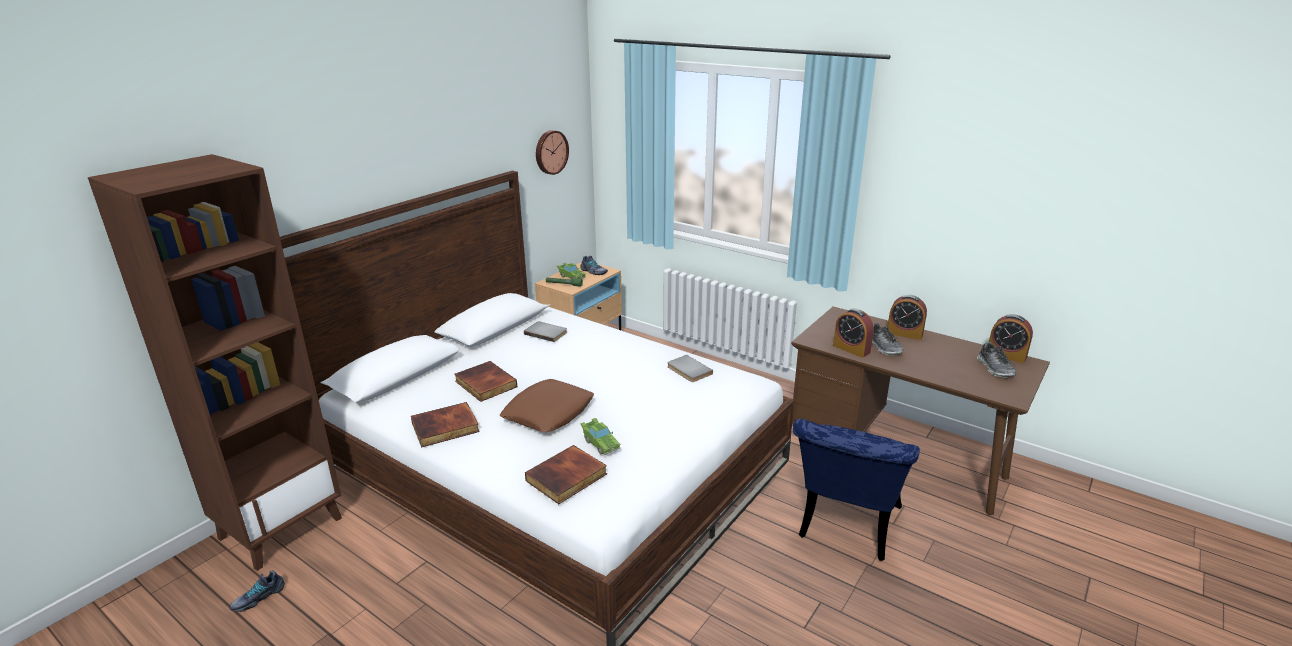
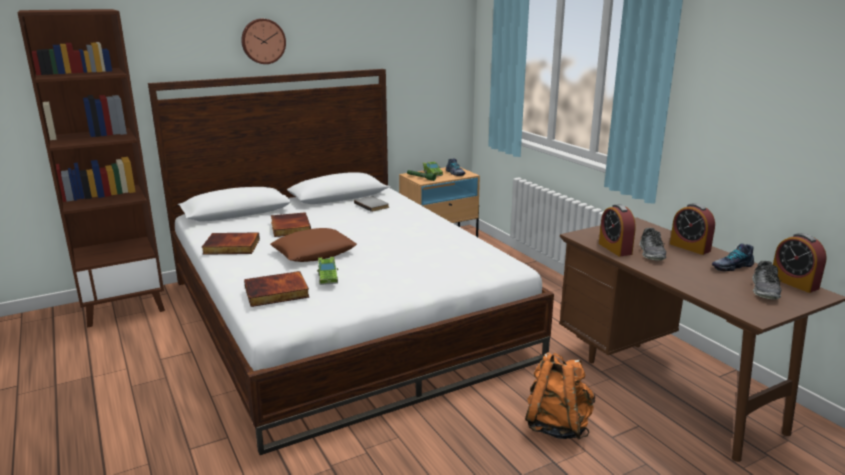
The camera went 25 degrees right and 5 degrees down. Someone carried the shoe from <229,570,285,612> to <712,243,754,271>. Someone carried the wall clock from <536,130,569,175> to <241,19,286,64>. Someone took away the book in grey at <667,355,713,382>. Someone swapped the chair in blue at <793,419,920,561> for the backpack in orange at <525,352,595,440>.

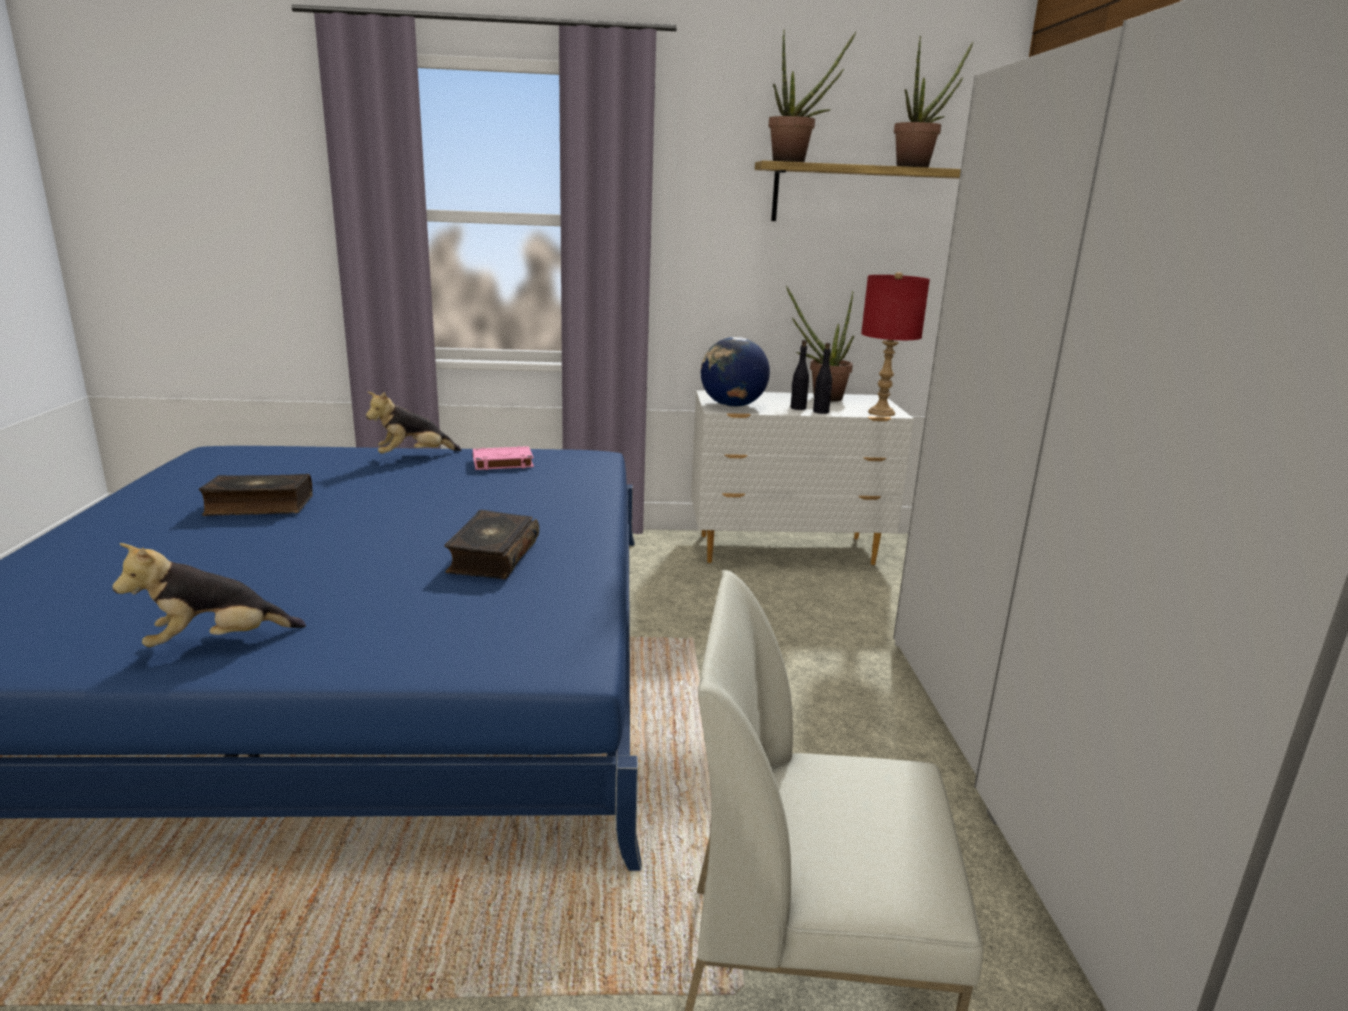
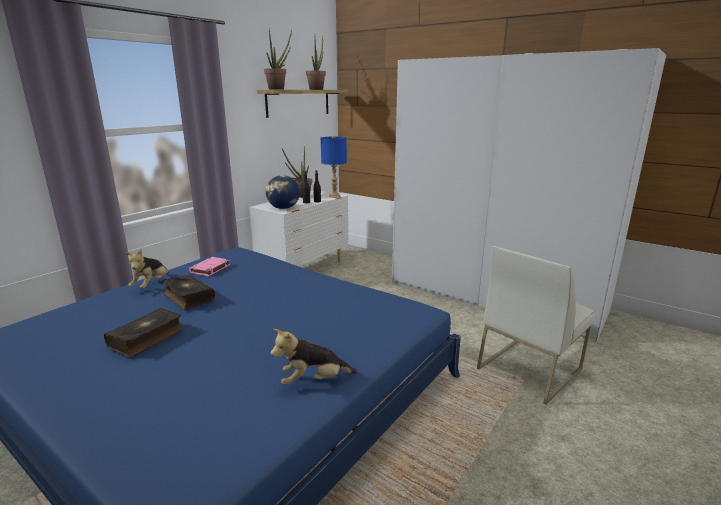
The camera went 50 degrees left and 0 degrees up. Someone rotated the plush toy at <112,543,306,647> by 60 degrees clockwise. Someone carried the book from <444,510,539,579> to <162,274,215,310>. Someone repainted the table lamp in red at <861,272,930,416>, which became the table lamp in blue at <321,135,347,198>.

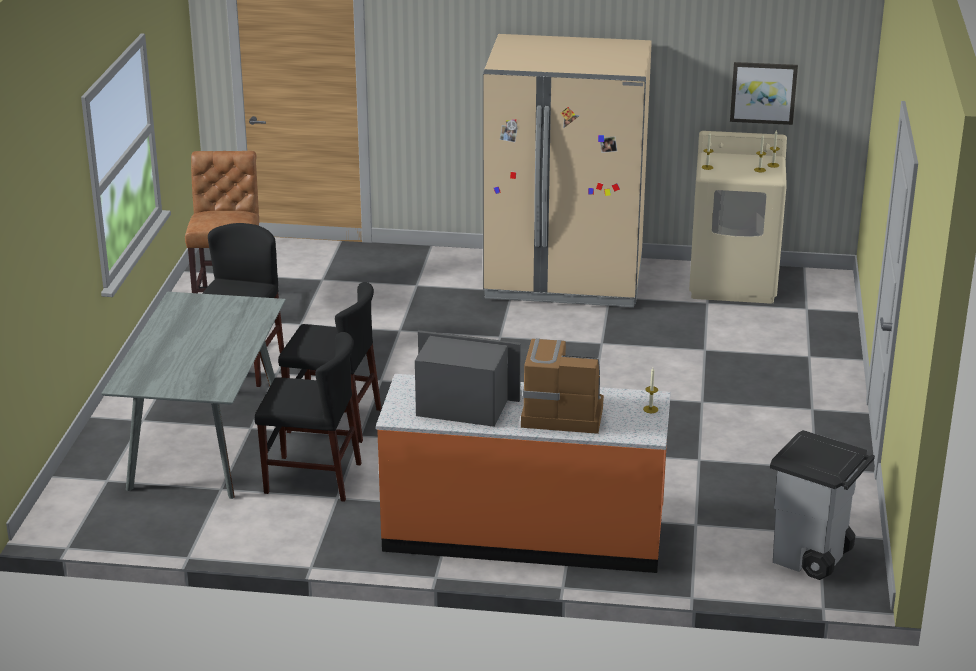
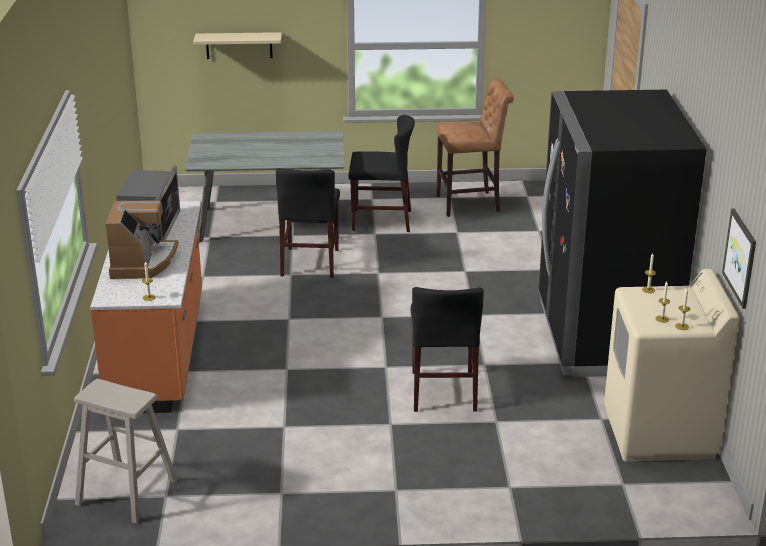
The camera went 80 degrees right and 0 degrees up. Someone carried the chair in black from <255,332,361,502> to <411,287,484,412>. Someone repainted the fridge in beige at <483,34,652,307>, which became the fridge in black at <538,90,707,377>. Someone swapped the trash can in grey at <770,430,875,580> for the stool in beige at <74,379,177,524>. Someone put up the shelf in beige at <193,32,282,59>.

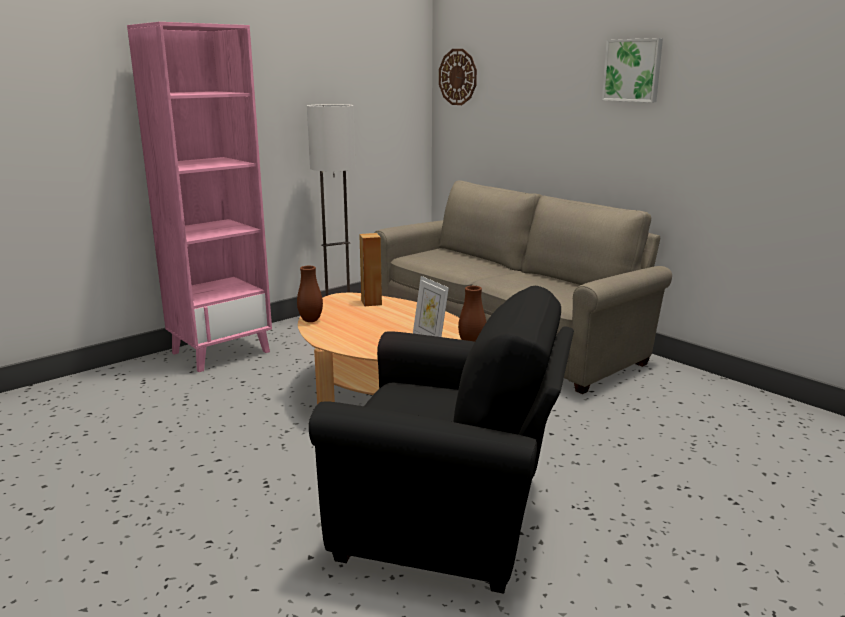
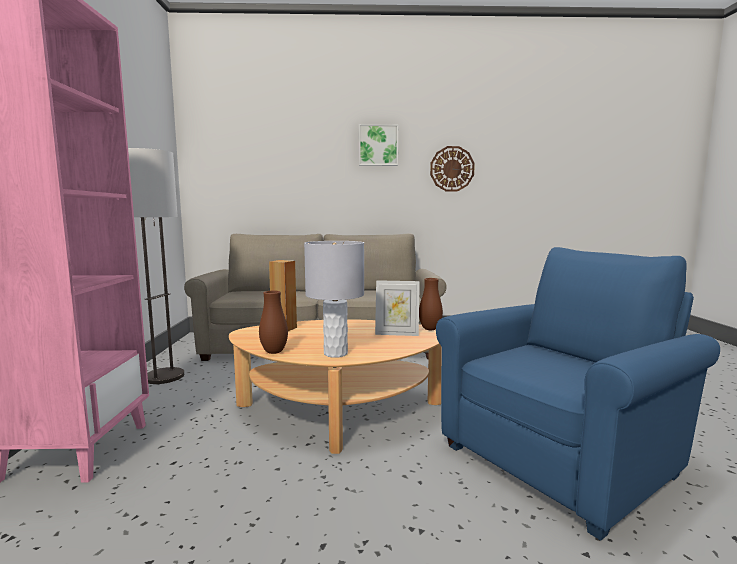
The camera went 50 degrees left and 10 degrees down. Someone repainted the armchair in black at <309,286,574,594>, which became the armchair in blue at <436,247,720,541>. Someone carried the wall clock from <439,49,477,105> to <430,146,475,192>. Someone put down the table lamp in grey at <304,241,364,358>.

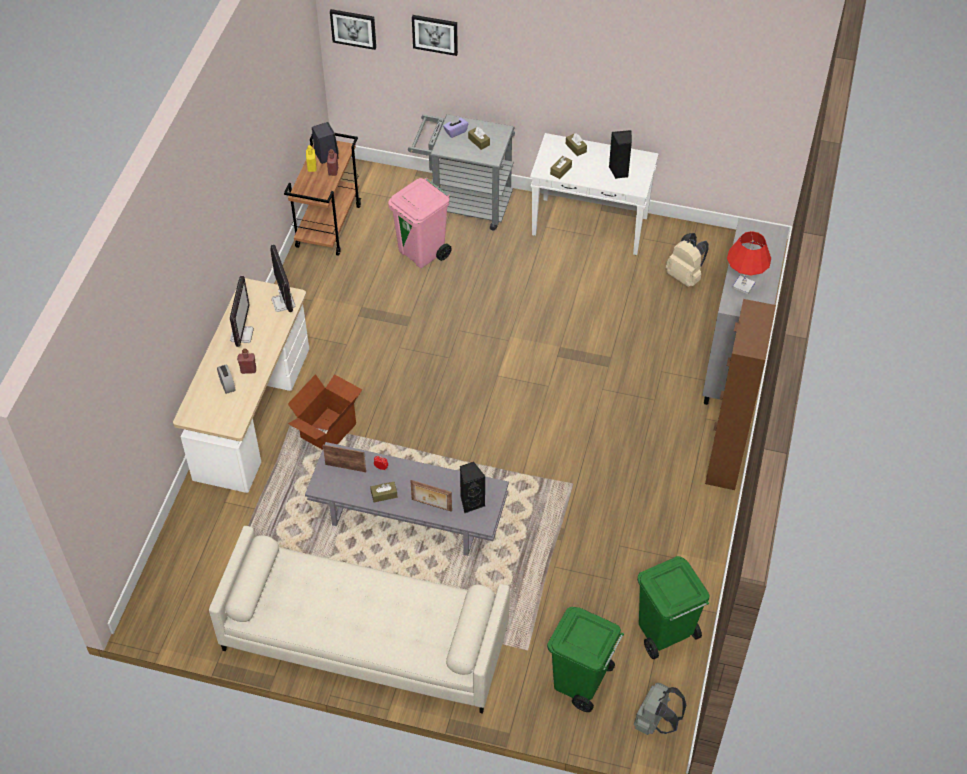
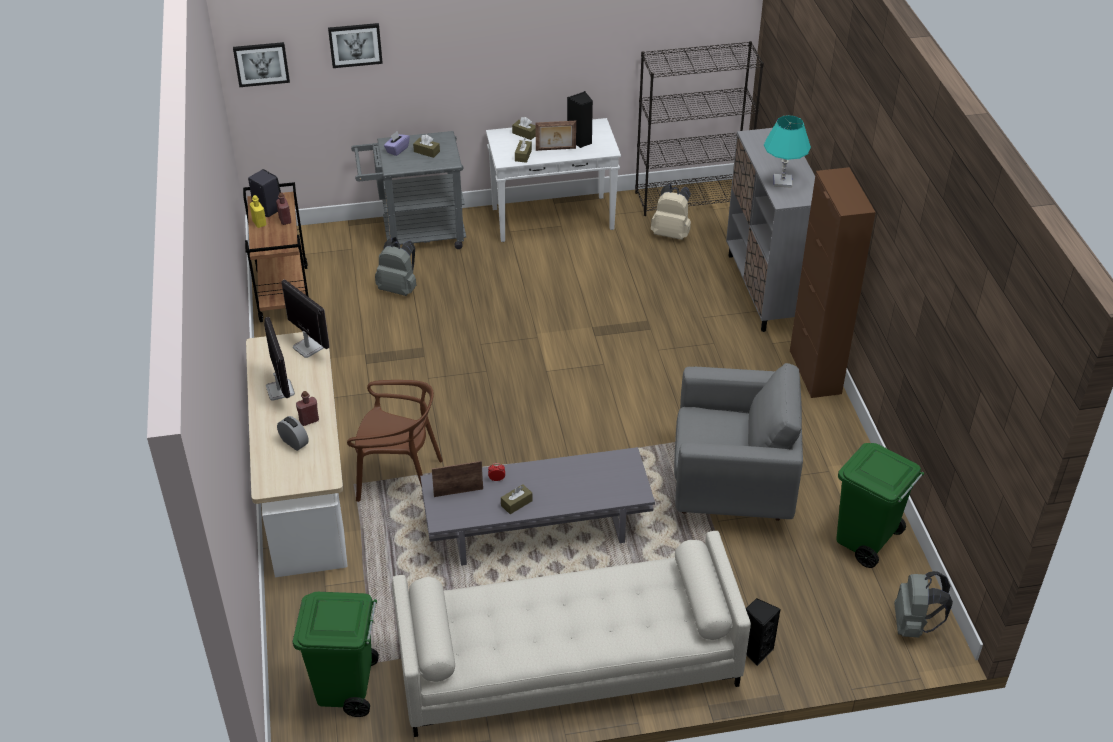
The camera went 25 degrees left and 10 degrees down. Someone swapped the cardboard box at <288,374,362,450> for the chair in brown at <347,380,443,502>. Someone swapped the trash can in pink at <388,178,452,268> for the backpack in grey at <375,237,417,296>. Someone carried the picture frame from <410,480,452,512> to <535,121,576,151>. Someone carried the speaker in black from <460,462,486,513> to <746,598,781,666>. Someone carried the trash can in green from <547,607,624,712> to <293,592,379,717>. Someone repainted the table lamp in red at <727,231,771,295>, which became the table lamp in turquoise at <764,115,811,188>. Someone put down the bookcase in black at <635,41,764,216>. Someone put down the armchair in grey at <674,363,803,521>.

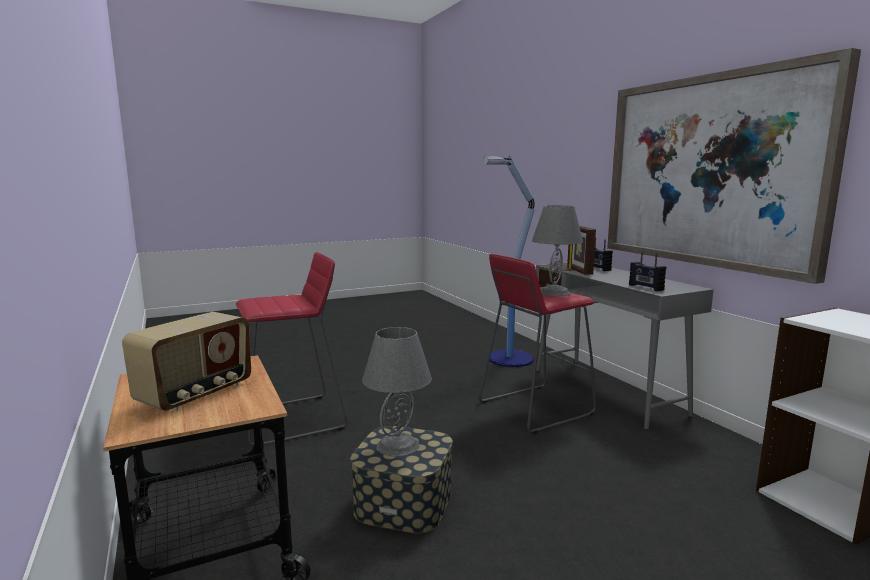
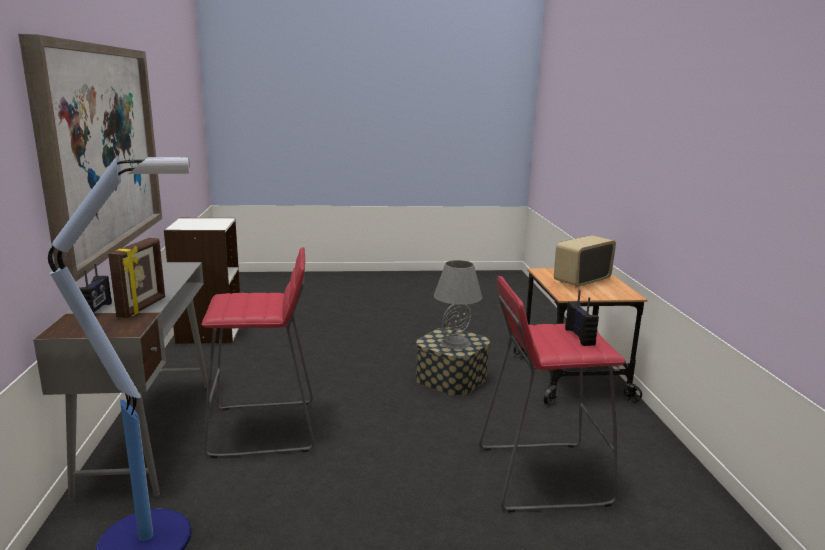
The camera went 160 degrees left and 5 degrees up. Someone took away the table lamp in grey at <532,205,583,296>. Someone carried the radio from <629,251,666,291> to <565,290,599,346>.

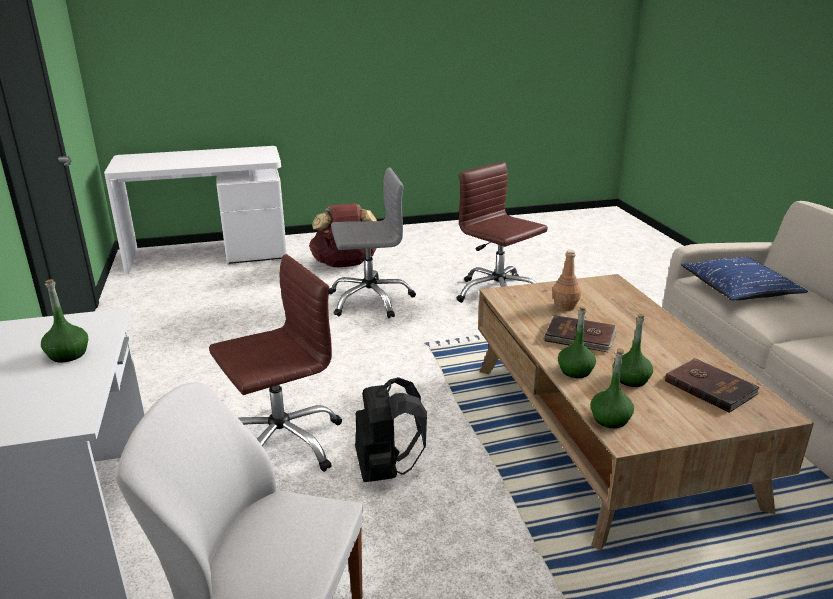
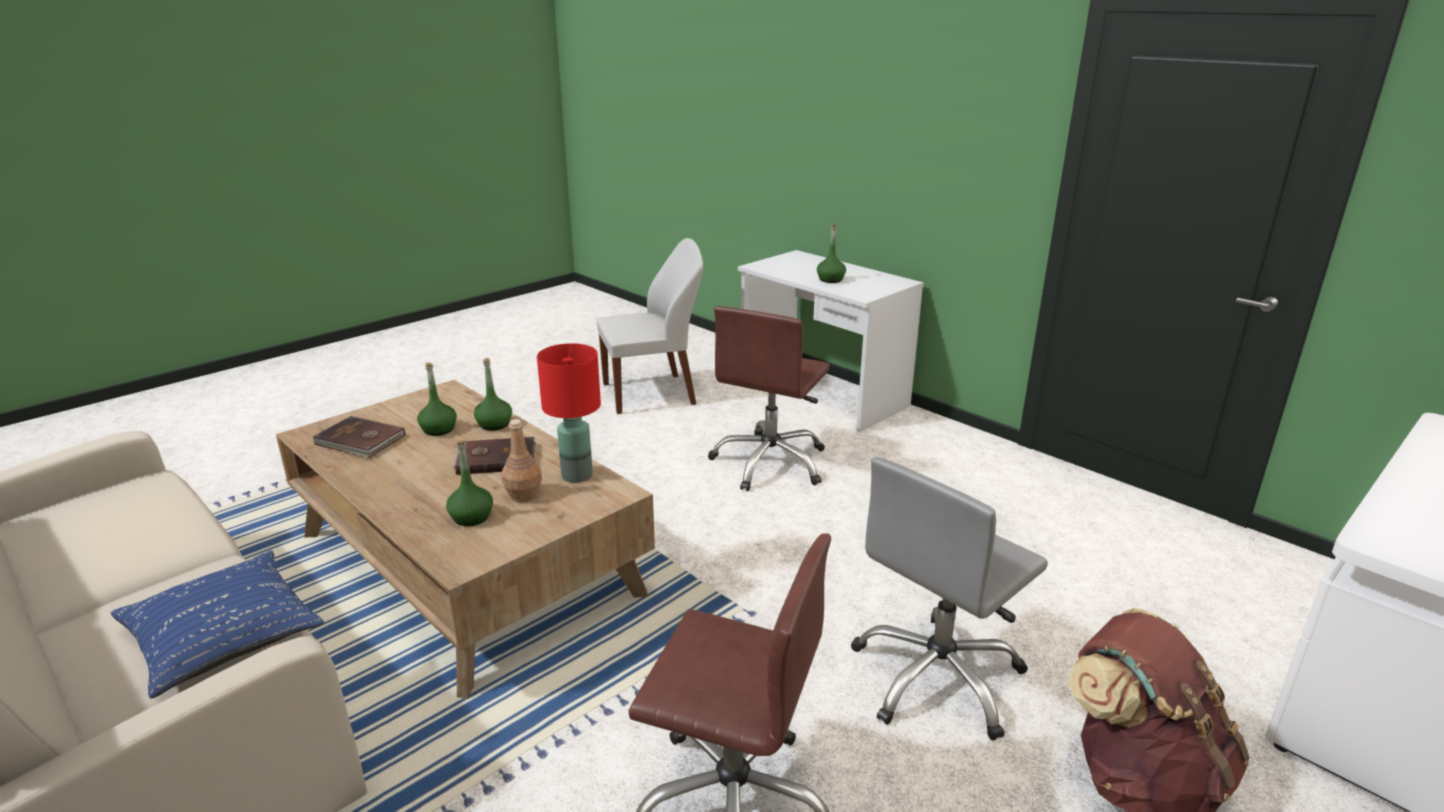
The camera went 150 degrees right and 0 degrees up. Someone took away the backpack in black at <355,377,427,482>. Someone carried the bottle in green from <590,348,634,428> to <446,440,493,526>. Someone put down the table lamp in red at <537,343,601,483>.

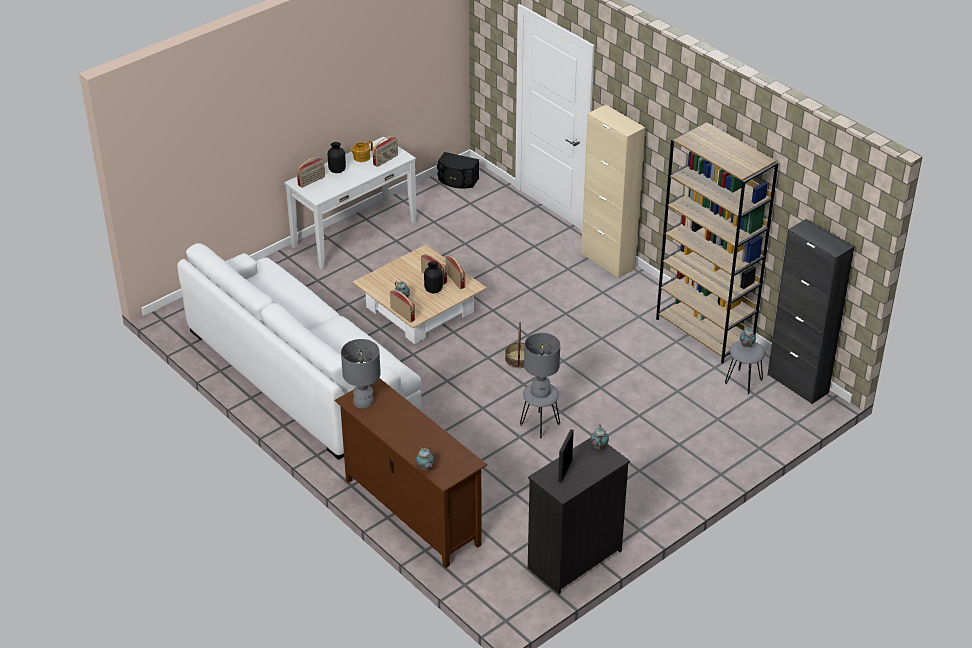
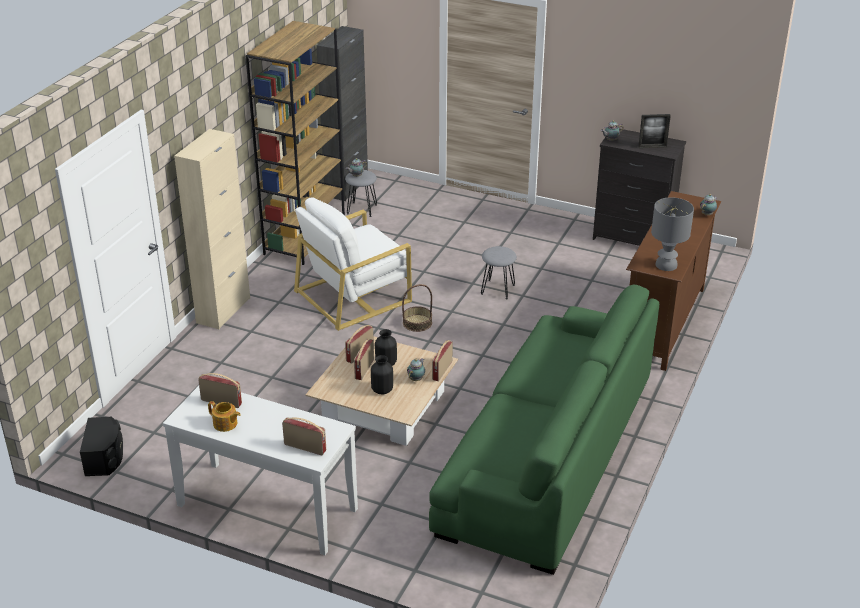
The camera went 115 degrees left and 5 degrees down. Someone repainted the sofa in white at <177,243,422,460>, which became the sofa in green at <429,285,659,575>. Someone carried the vase in black from <328,142,346,173> to <371,355,393,394>. Someone took away the table lamp in grey at <524,333,560,398>. Someone put down the armchair in white at <294,198,412,331>.

